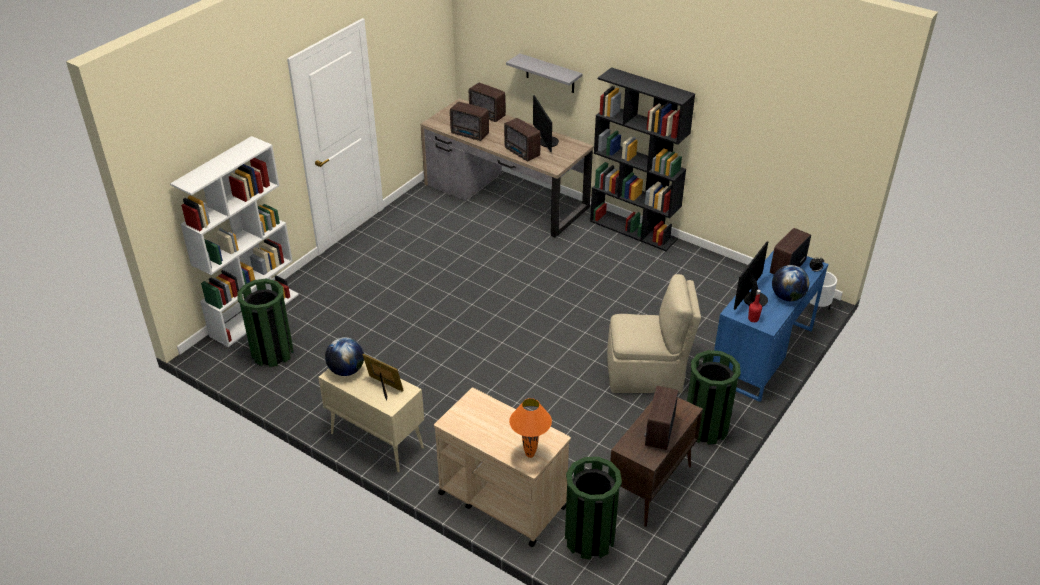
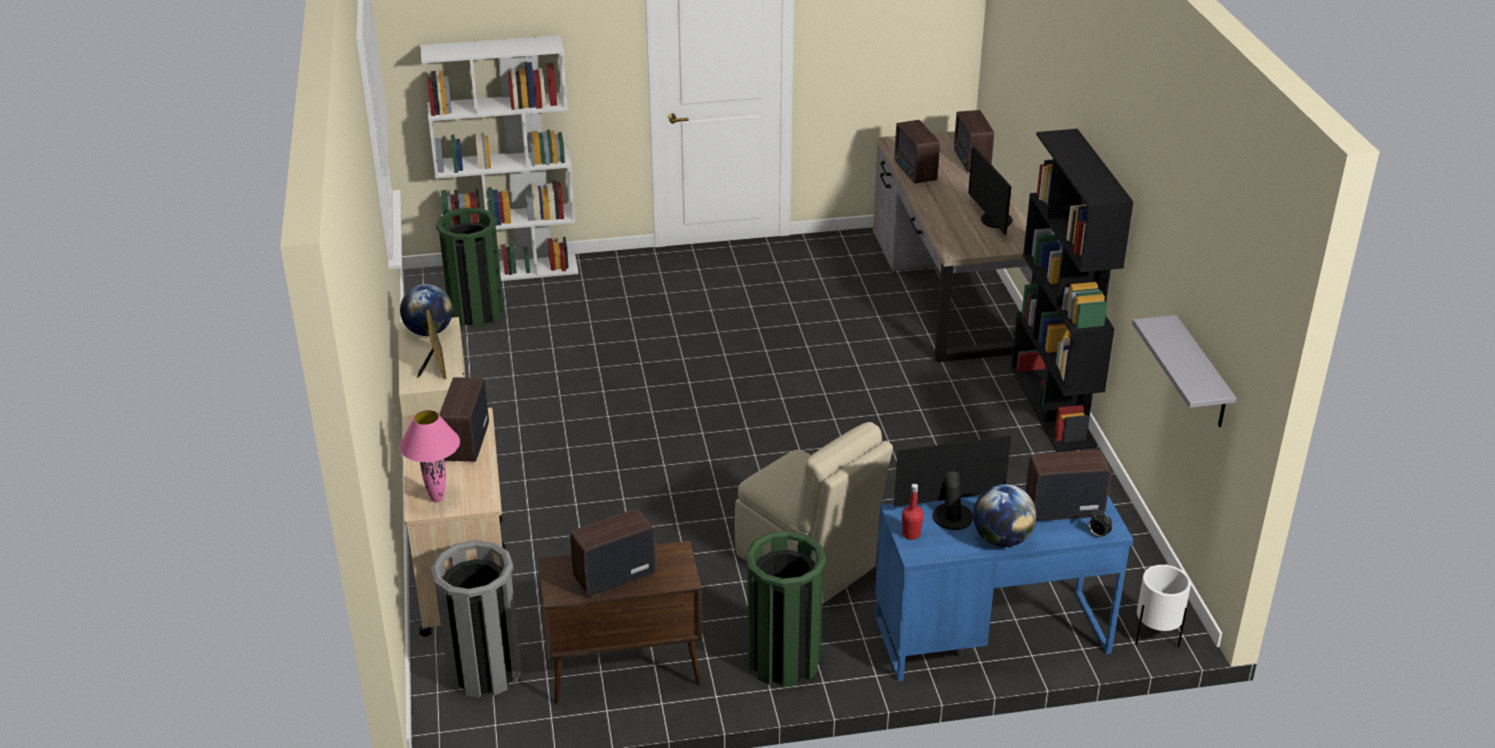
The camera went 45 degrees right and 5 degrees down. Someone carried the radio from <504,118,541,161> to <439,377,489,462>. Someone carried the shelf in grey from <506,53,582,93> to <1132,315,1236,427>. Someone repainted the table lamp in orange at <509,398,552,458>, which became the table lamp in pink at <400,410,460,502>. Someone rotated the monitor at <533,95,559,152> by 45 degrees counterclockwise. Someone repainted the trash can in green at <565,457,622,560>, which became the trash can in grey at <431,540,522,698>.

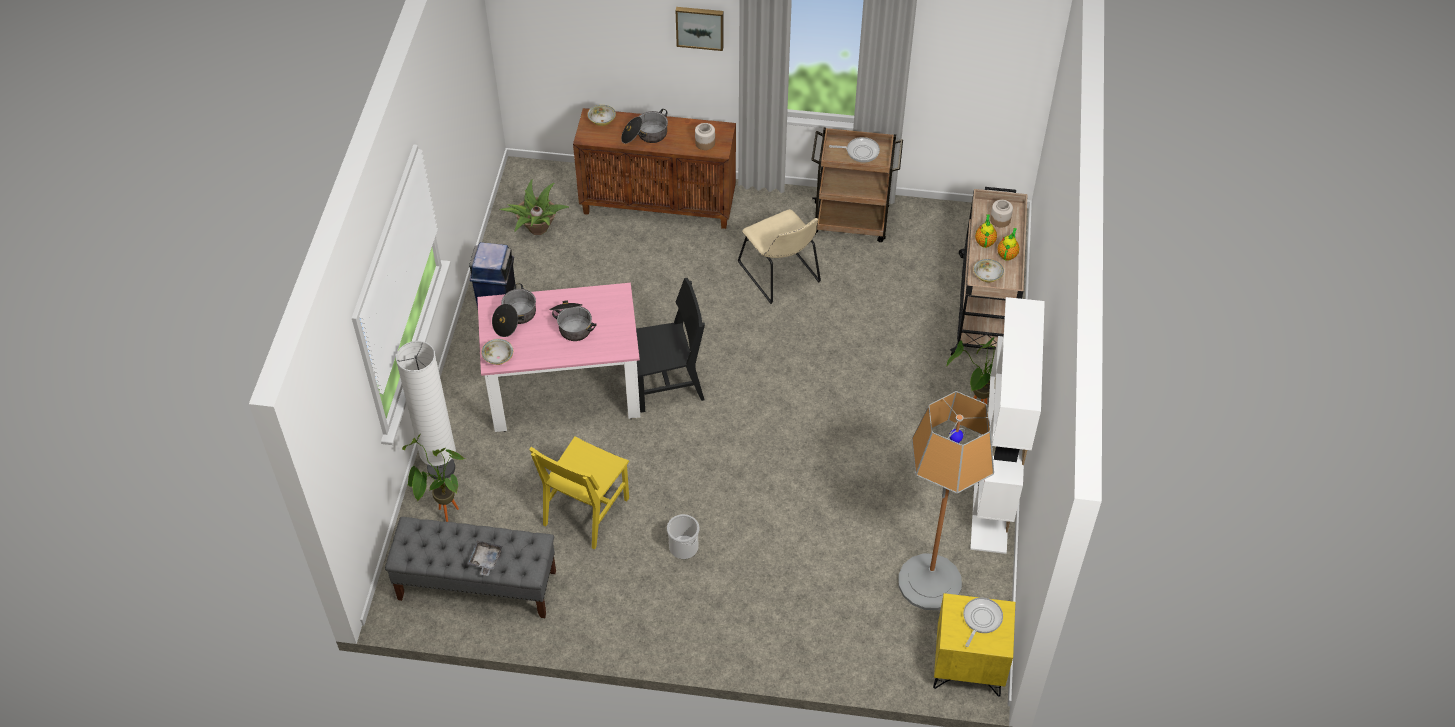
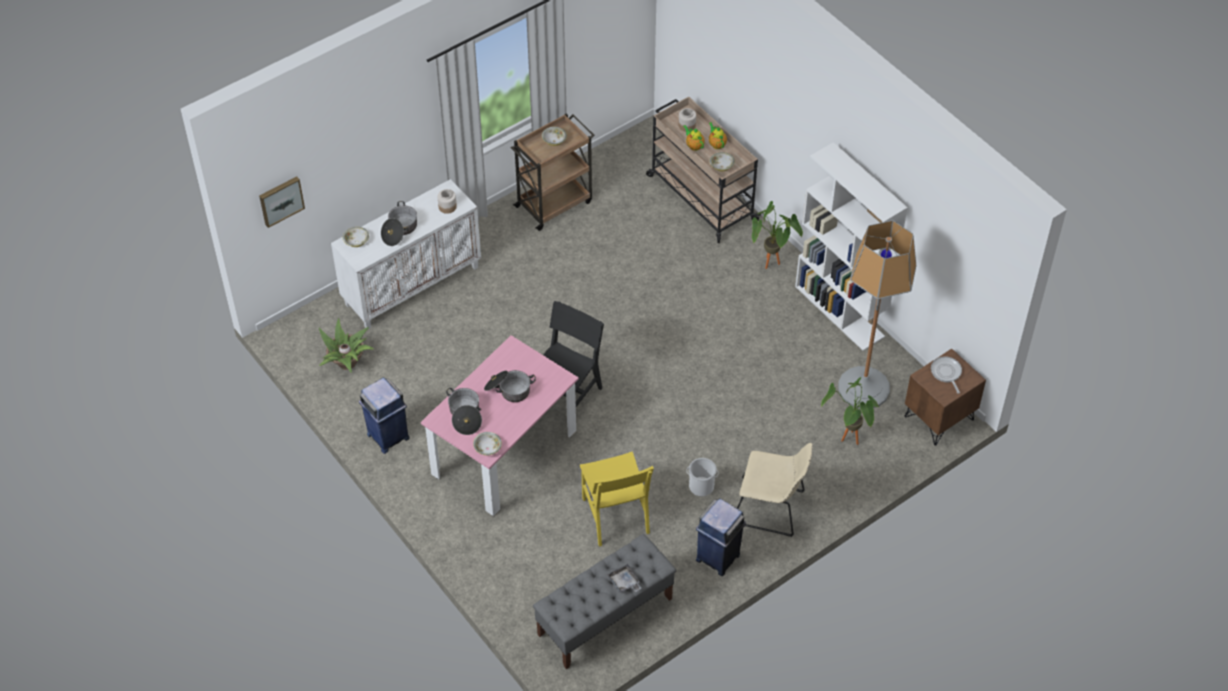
The camera went 45 degrees left and 0 degrees up. Someone took away the floor lamp in white at <396,341,456,480>. Someone carried the potted plant from <402,434,465,522> to <821,377,879,445>. Someone repainted the cabinet in brown at <573,108,736,229>, which became the cabinet in white at <331,179,481,329>. Someone carried the picture from <676,7,723,51> to <259,176,305,228>. Someone carried the chair in beige from <738,209,821,304> to <737,443,812,537>. Someone swapped the frying pan at <829,137,880,162> for the bowl at <542,127,567,146>. Someone repainted the nightstand in yellow at <933,593,1015,697>, which became the nightstand in brown at <905,349,986,446>. Someone put down the trash can in blue at <696,498,746,576>.

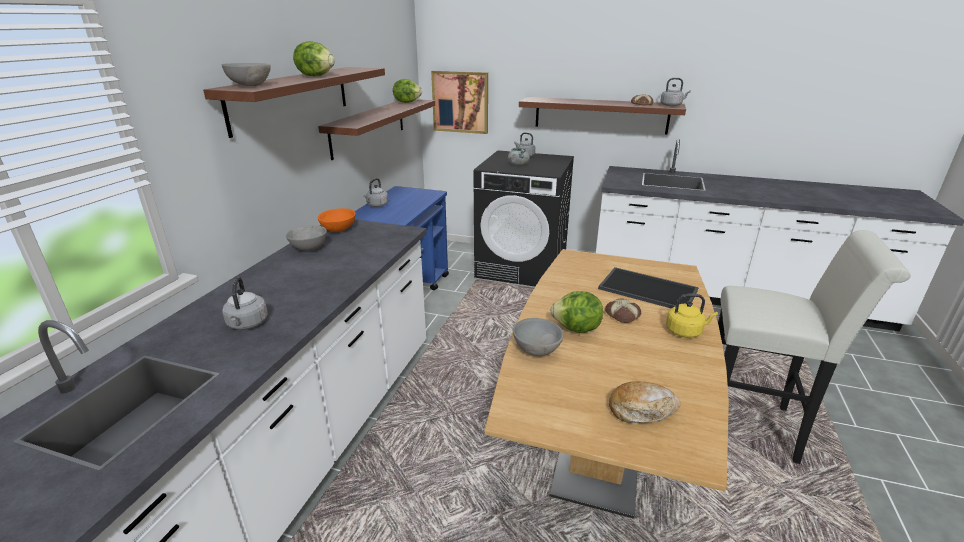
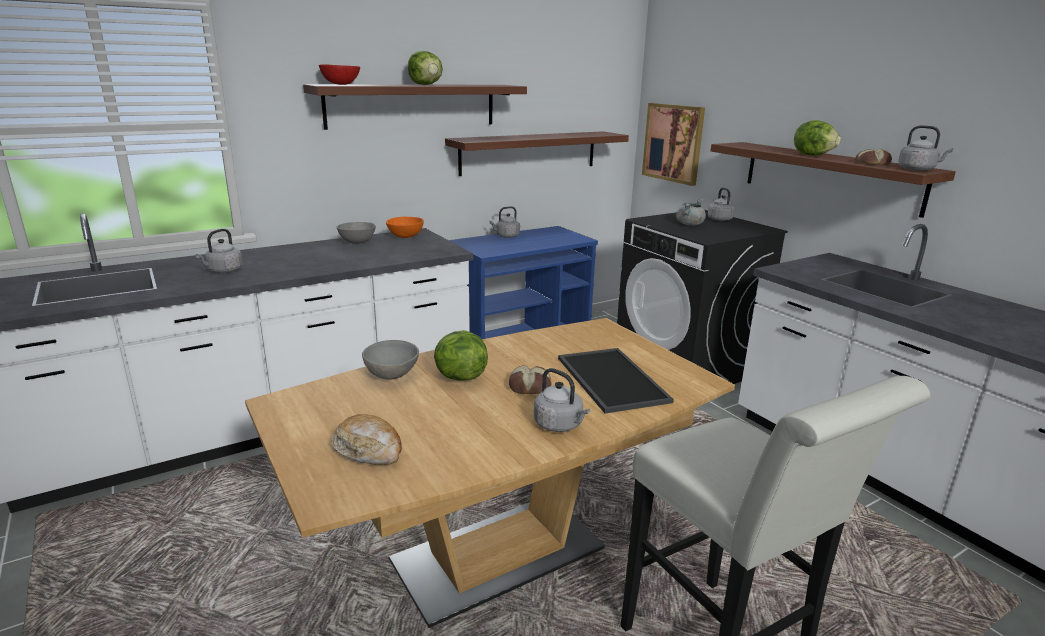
The camera went 40 degrees right and 5 degrees down. Someone repainted the bowl in grey at <222,63,271,86>, which became the bowl in red at <319,64,360,85>. Someone carried the lettuce from <393,79,422,103> to <794,120,841,156>. Someone repainted the kettle in yellow at <666,294,718,338>, which became the kettle in grey at <534,368,590,432>.

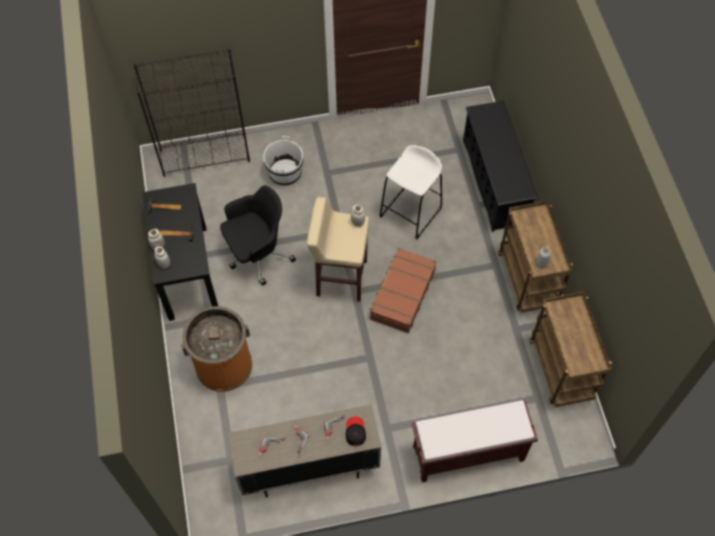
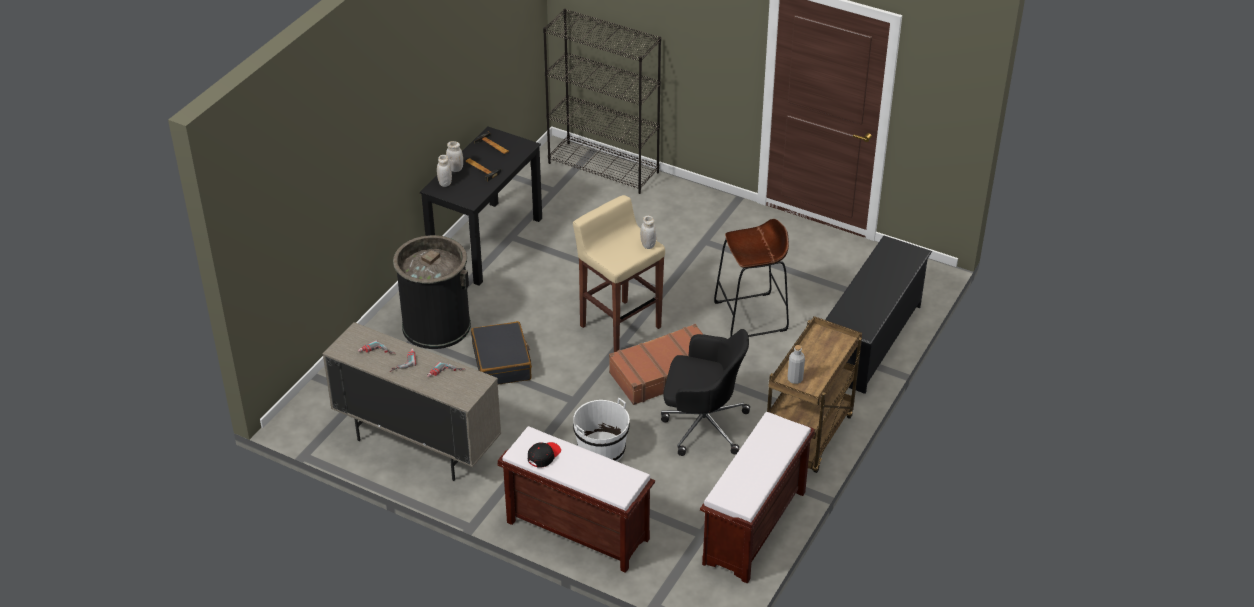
The camera went 40 degrees right and 20 degrees down. Someone repainted the trash can in orange at <181,306,252,392>, which became the trash can in black at <393,235,471,349>. Someone carried the office chair in black from <220,185,296,285> to <661,329,750,456>. Someone carried the bucket in white from <263,136,303,186> to <573,398,630,462>. Someone carried the cap in black from <346,417,366,446> to <528,442,561,468>. Someone repainted the stool in white at <379,145,442,239>, which became the stool in brown at <714,219,789,337>. Someone swapped the cart in brown at <529,292,612,407> for the bench in brown at <700,412,815,584>. Someone put down the suitcase in black at <471,321,532,385>.

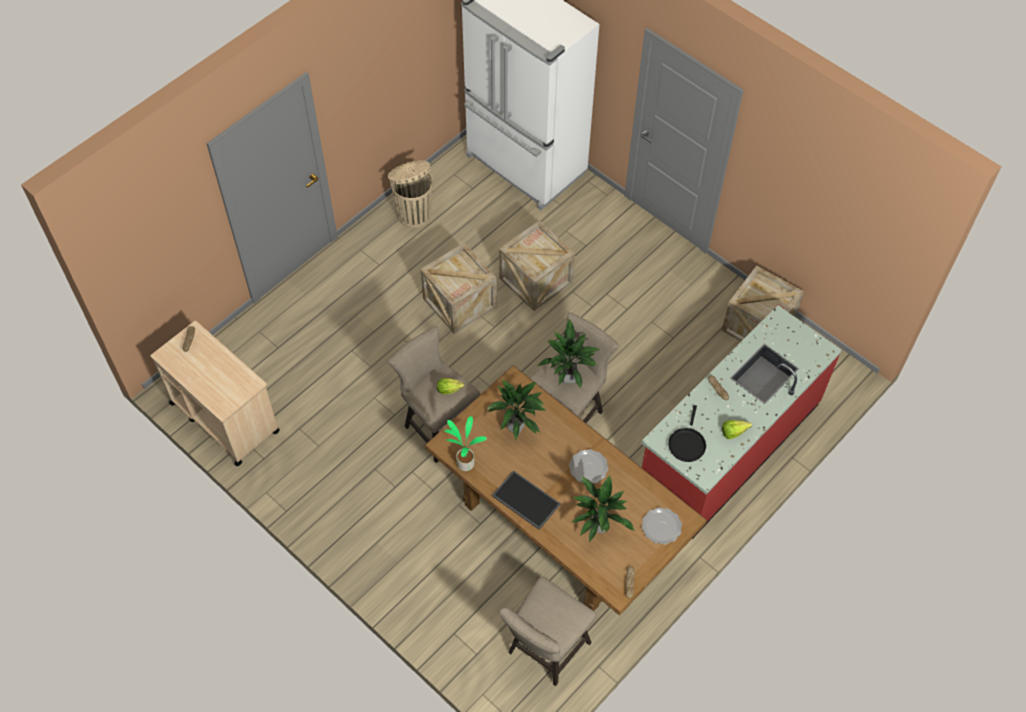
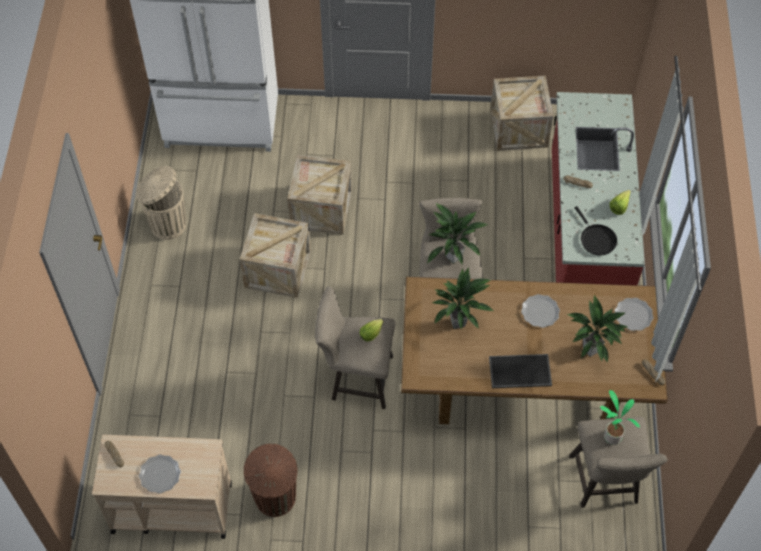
The camera went 40 degrees left and 0 degrees up. Someone carried the potted plant from <444,416,487,471> to <600,390,640,445>. Someone put down the plate at <139,454,181,493>. Someone put down the trash can in brown at <244,444,298,517>.

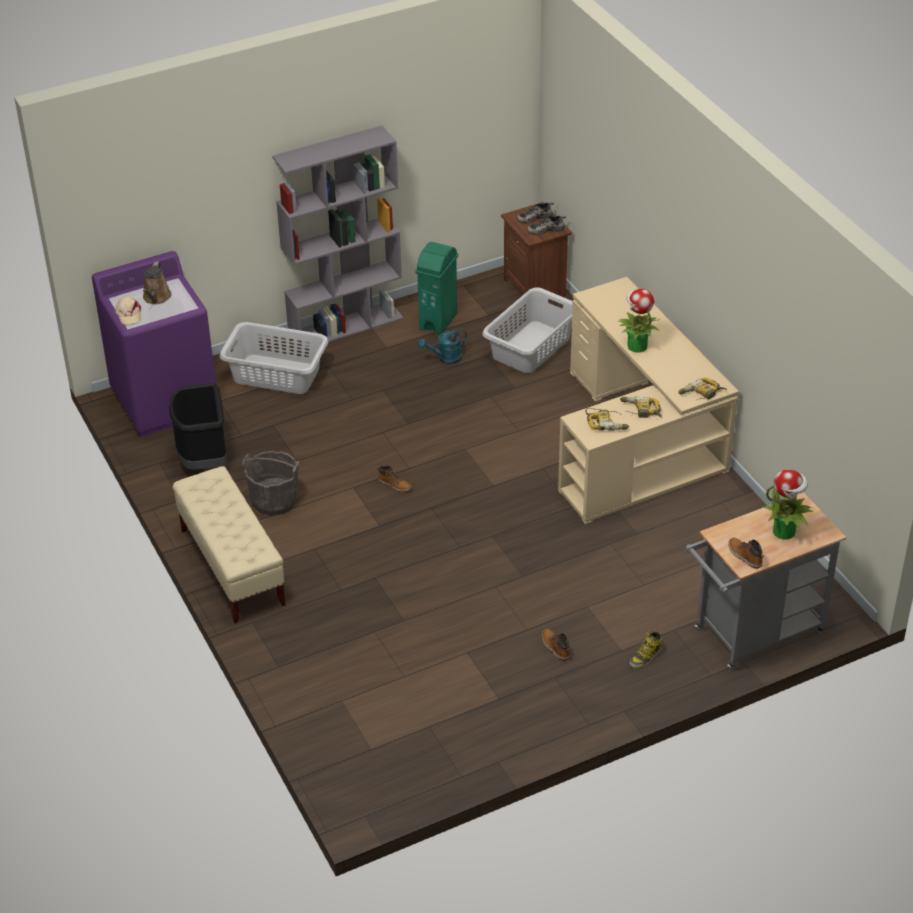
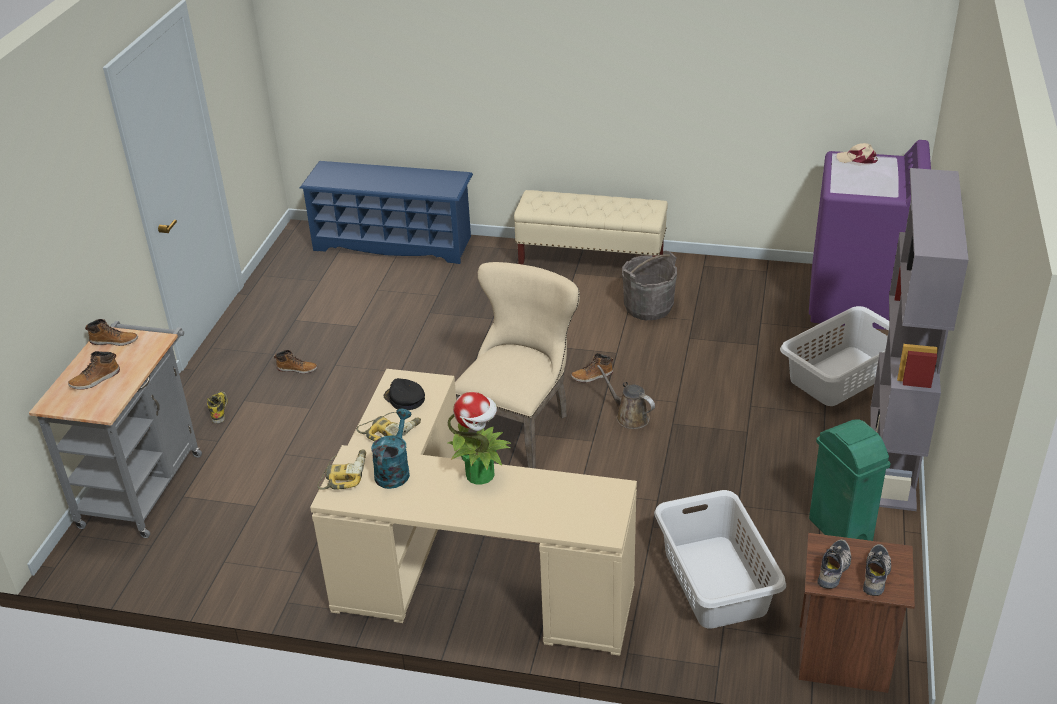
The camera went 130 degrees right and 5 degrees down. Someone carried the watering can in brown from <143,262,172,304> to <597,365,655,429>. Someone took away the trash can in black at <169,383,227,470>. Someone carried the watering can in turquoise from <418,328,467,364> to <371,409,412,489>. Someone swapped the power drill at <585,408,629,431> for the cap in black at <384,378,425,410>. Someone swapped the potted plant at <762,469,814,540> for the boot at <68,351,120,389>. Someone put down the shoe rack in blue at <300,161,473,264>. Someone put down the chair in beige at <455,262,580,468>.

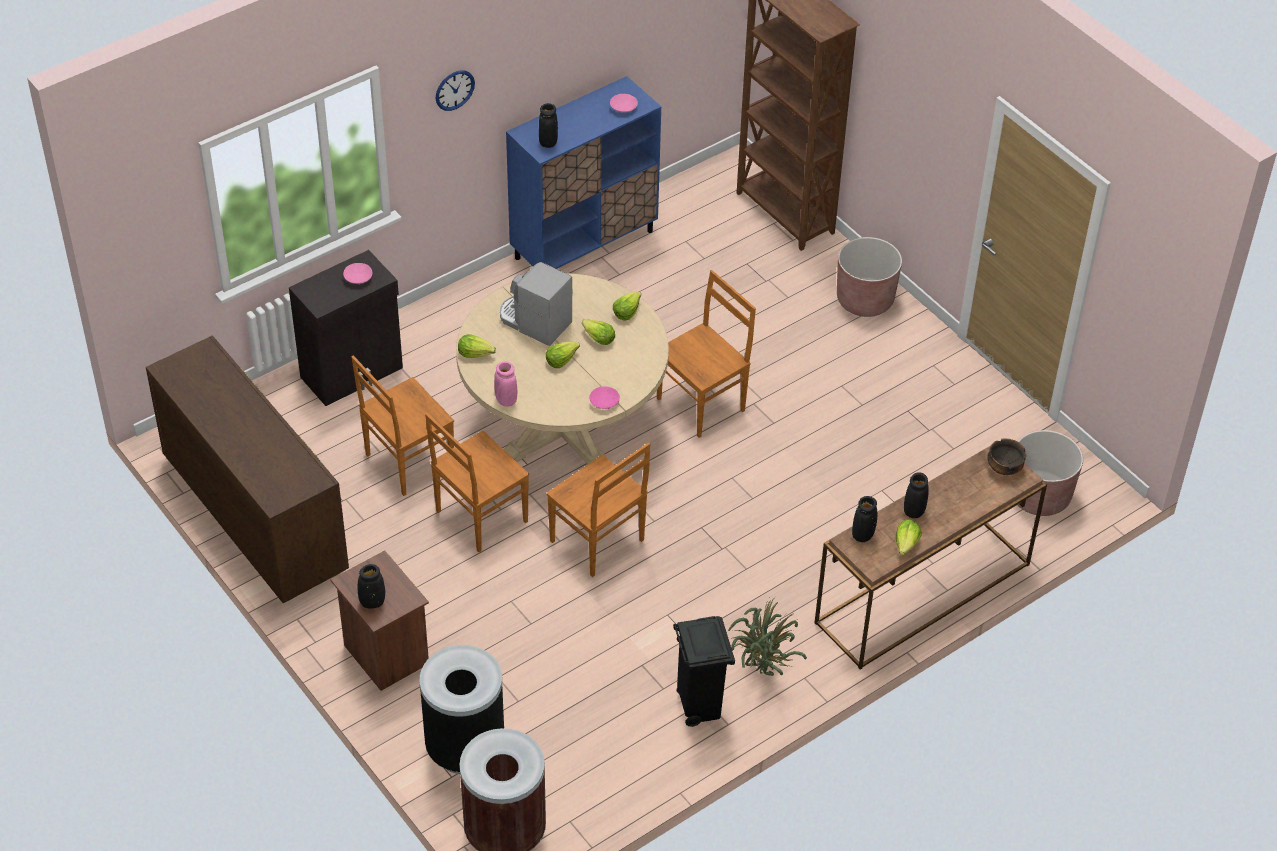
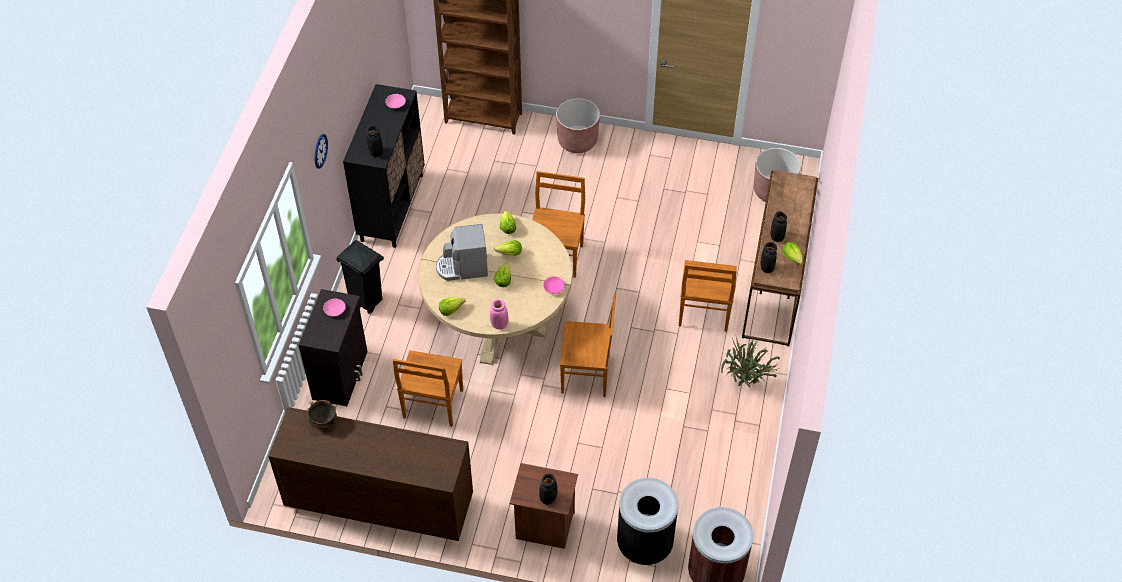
The camera went 40 degrees left and 5 degrees up. Someone carried the chair in brown from <425,413,529,552> to <679,260,737,332>. Someone repainted the cabinet in blue at <506,76,661,269>, which became the cabinet in black at <343,84,425,248>. Someone carried the trash can in black from <673,616,735,727> to <336,240,384,314>. Someone carried the bowl from <987,438,1026,475> to <307,400,337,429>.

